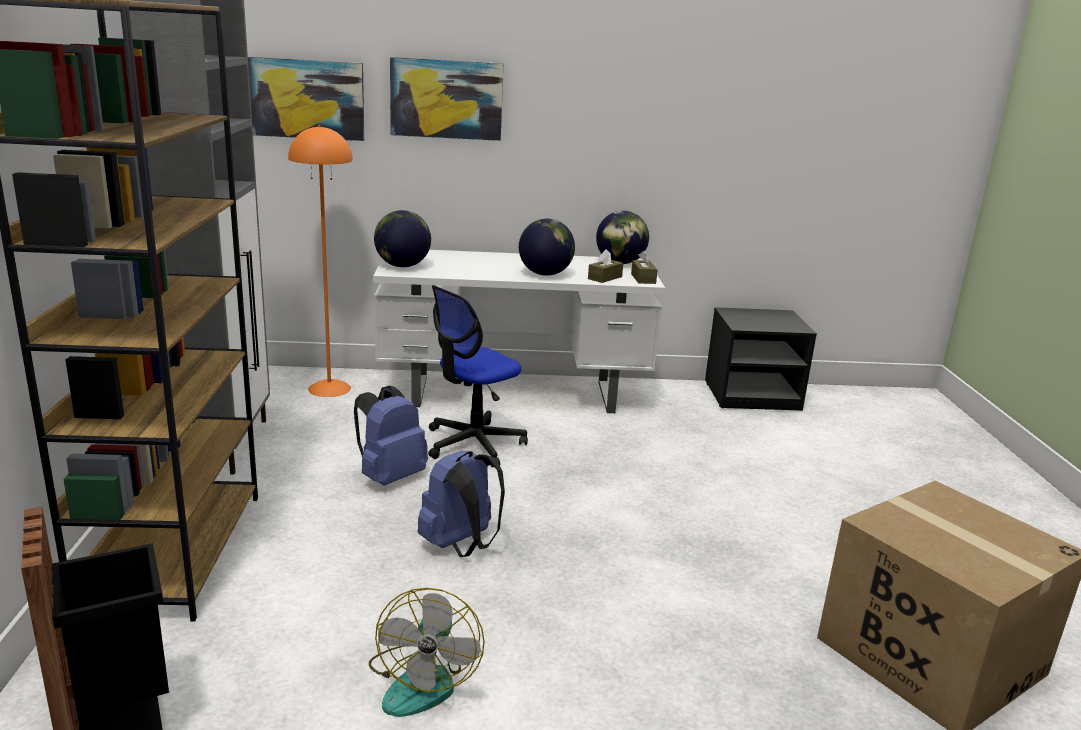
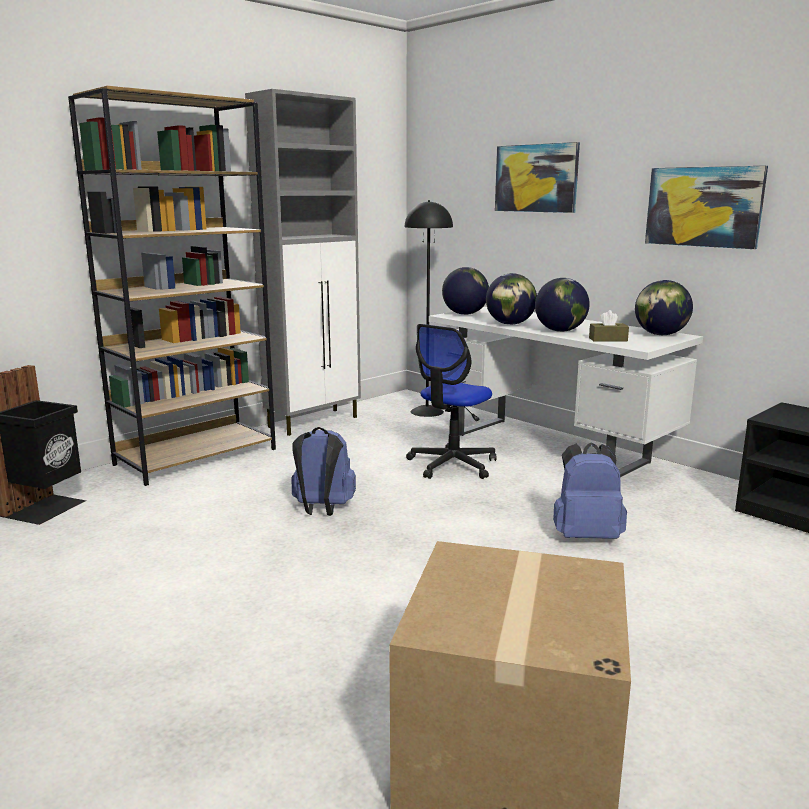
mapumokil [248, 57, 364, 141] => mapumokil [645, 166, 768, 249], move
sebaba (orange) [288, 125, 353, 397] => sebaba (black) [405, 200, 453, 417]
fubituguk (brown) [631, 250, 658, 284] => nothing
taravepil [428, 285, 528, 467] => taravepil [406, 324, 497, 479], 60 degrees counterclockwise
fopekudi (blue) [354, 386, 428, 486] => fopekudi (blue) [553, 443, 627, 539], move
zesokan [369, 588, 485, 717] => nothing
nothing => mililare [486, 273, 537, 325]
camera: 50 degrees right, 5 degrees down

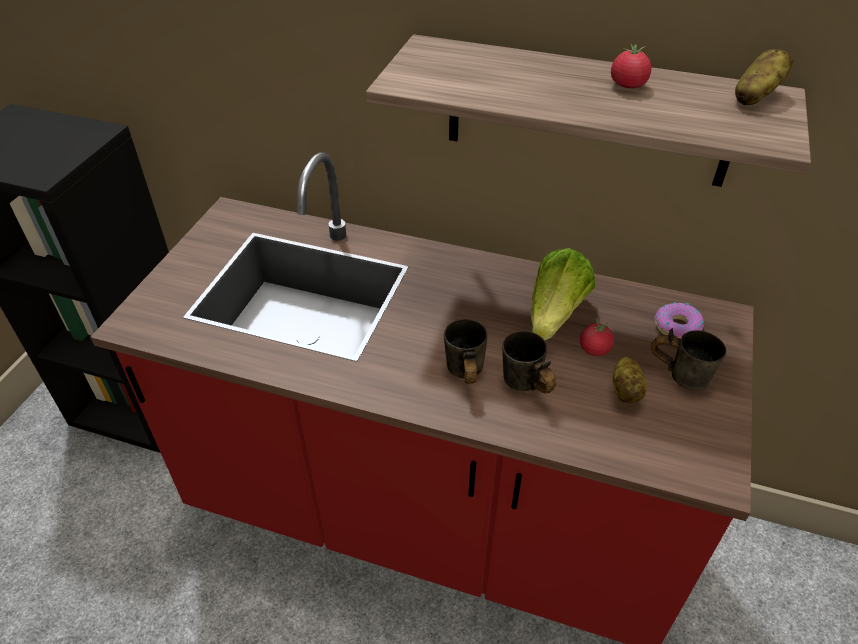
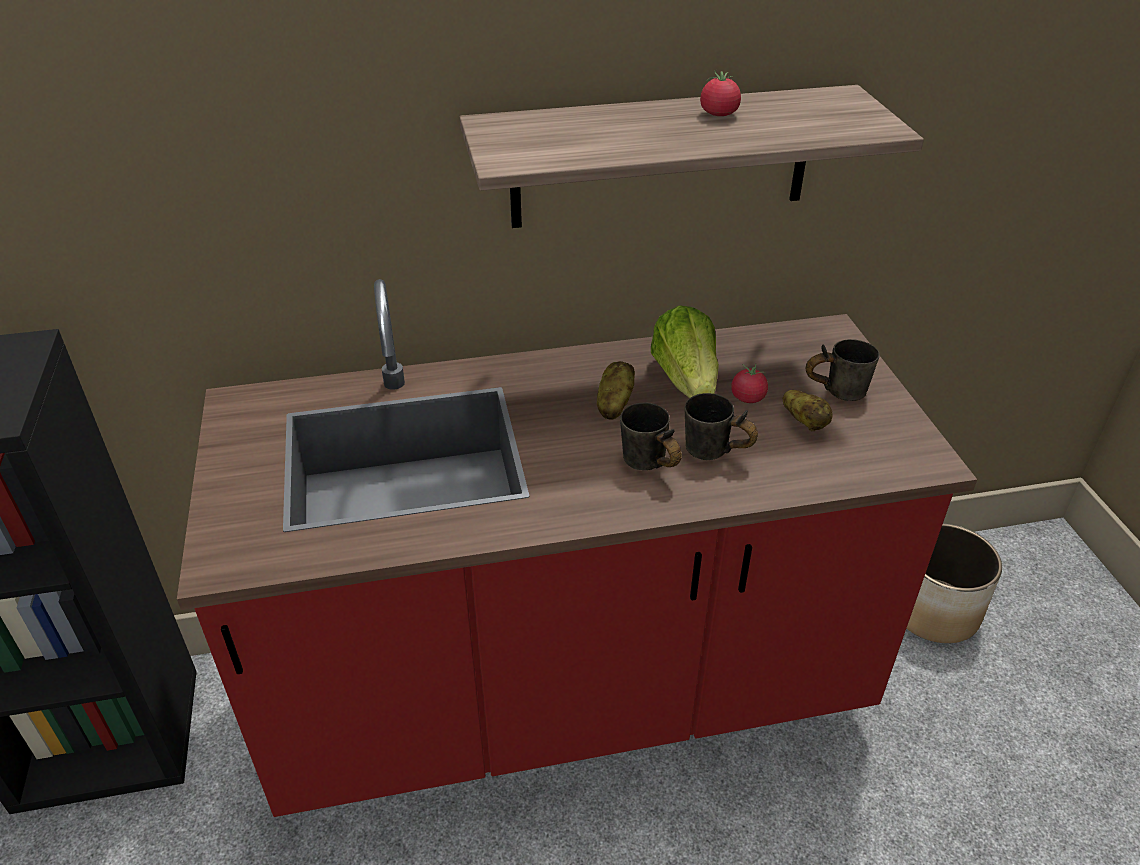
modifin [735, 49, 793, 105] => modifin [597, 361, 635, 420], move
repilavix [654, 302, 704, 339] => nothing
nothing => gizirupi [906, 524, 1002, 643]
camera: 30 degrees left, 5 degrees down

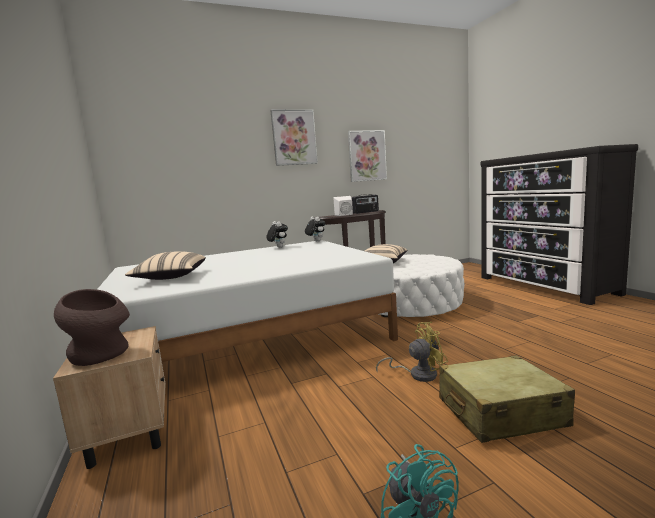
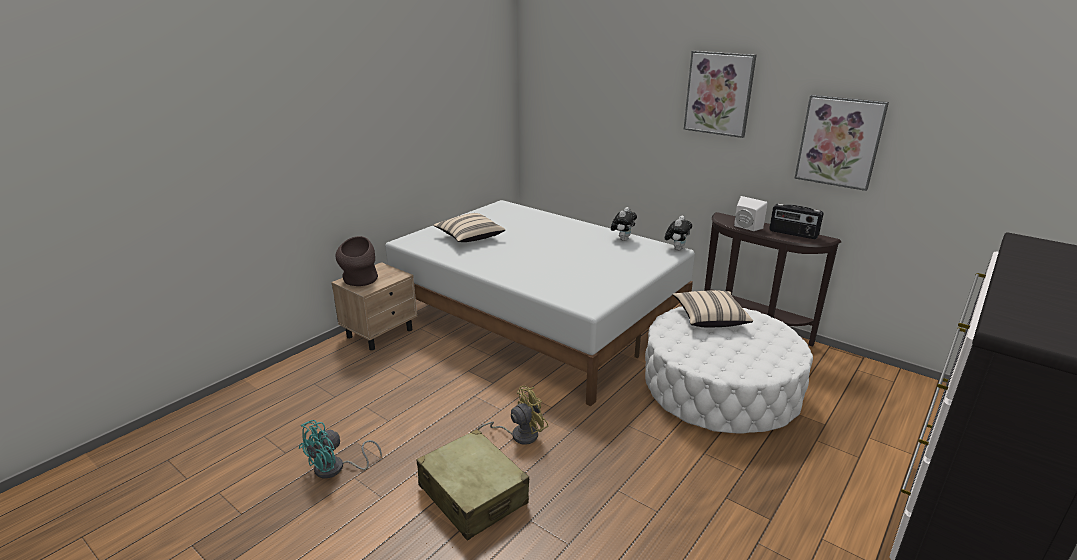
zesokan (yellow) [376, 322, 448, 382] => zesokan (yellow) [478, 386, 549, 445], 75 degrees counterclockwise
camera: 60 degrees right, 15 degrees up

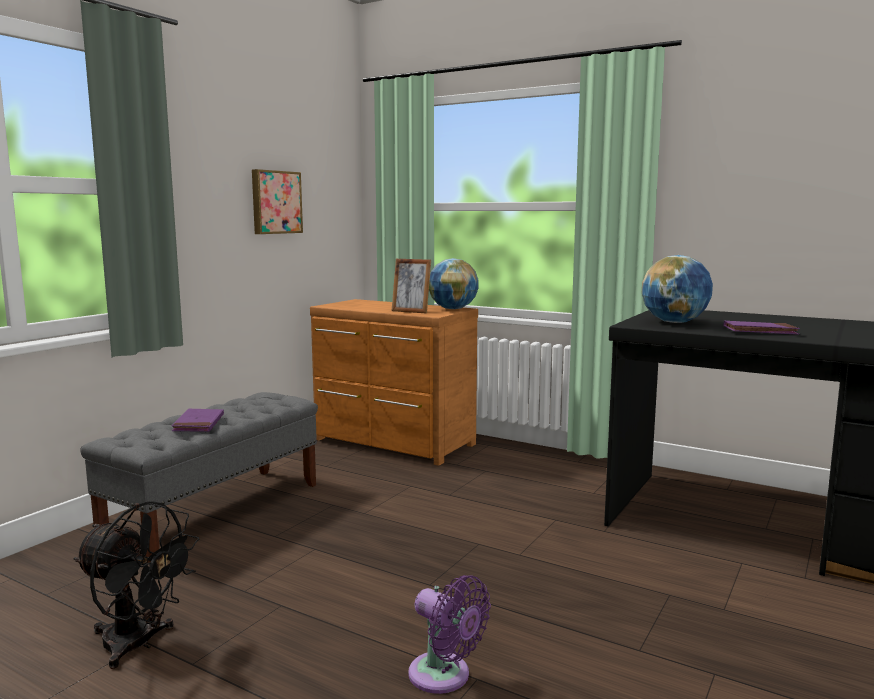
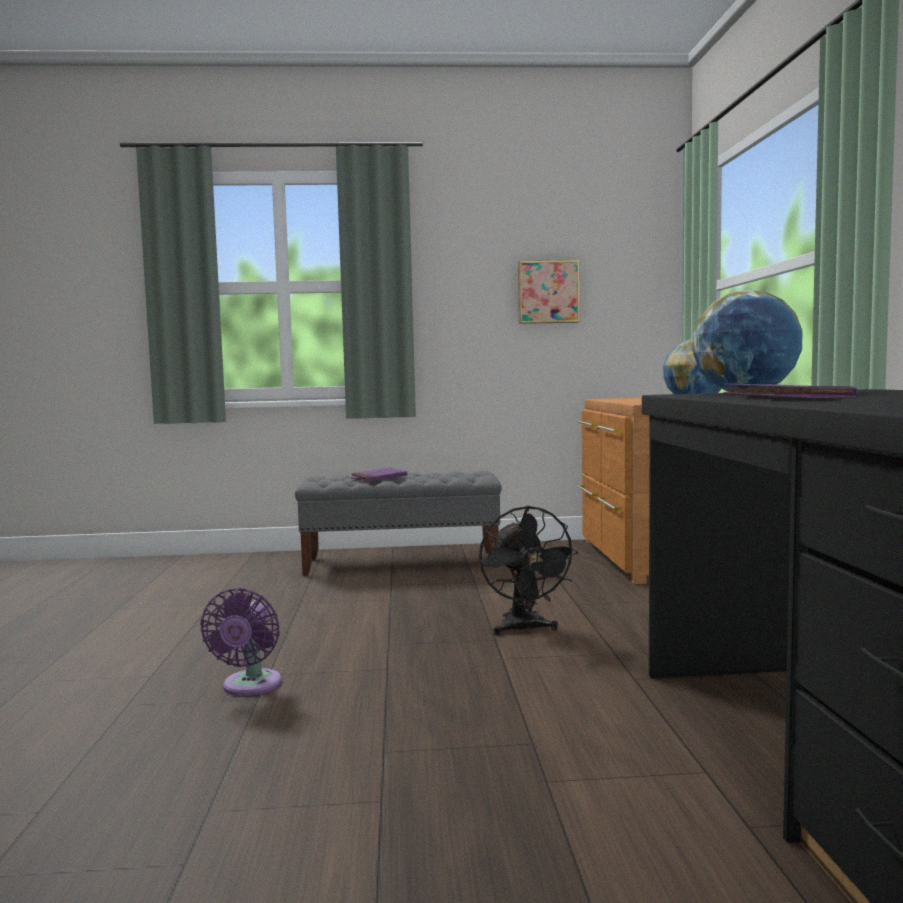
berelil [392, 259, 431, 314] => nothing
zesokan (black) [74, 501, 199, 669] => zesokan (black) [479, 506, 579, 635], move
camera: 55 degrees right, 5 degrees down

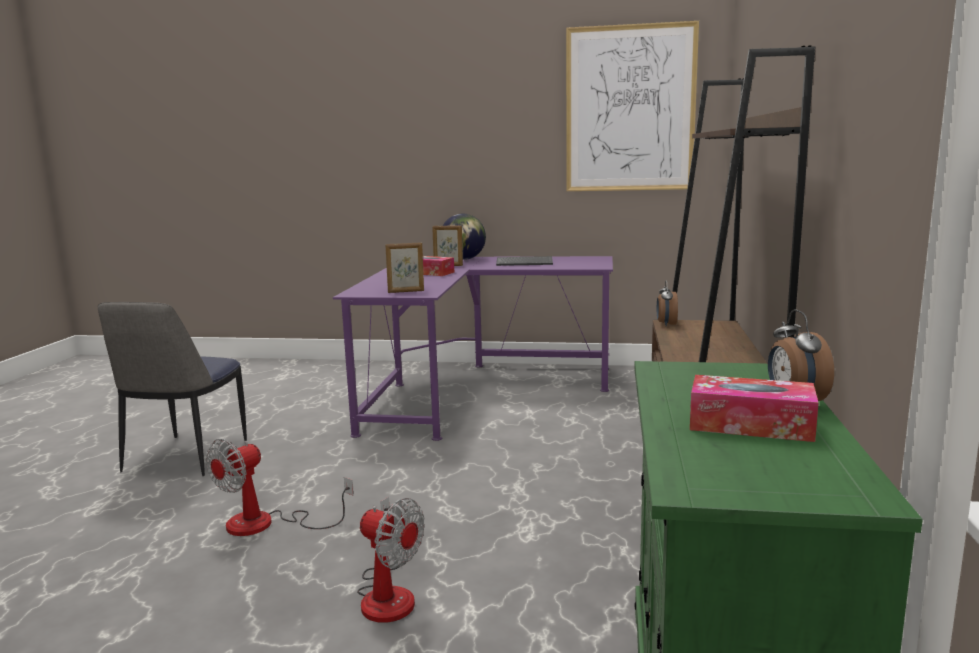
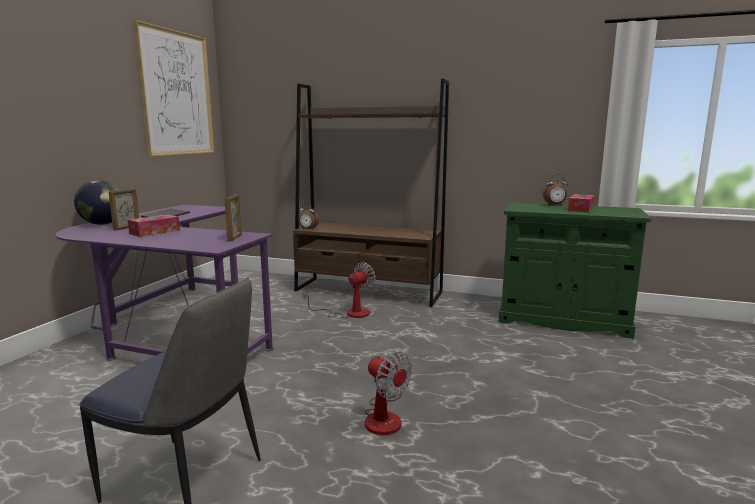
zesokan [357, 497, 425, 623] => zesokan [303, 262, 376, 318], move
camera: 80 degrees left, 0 degrees up

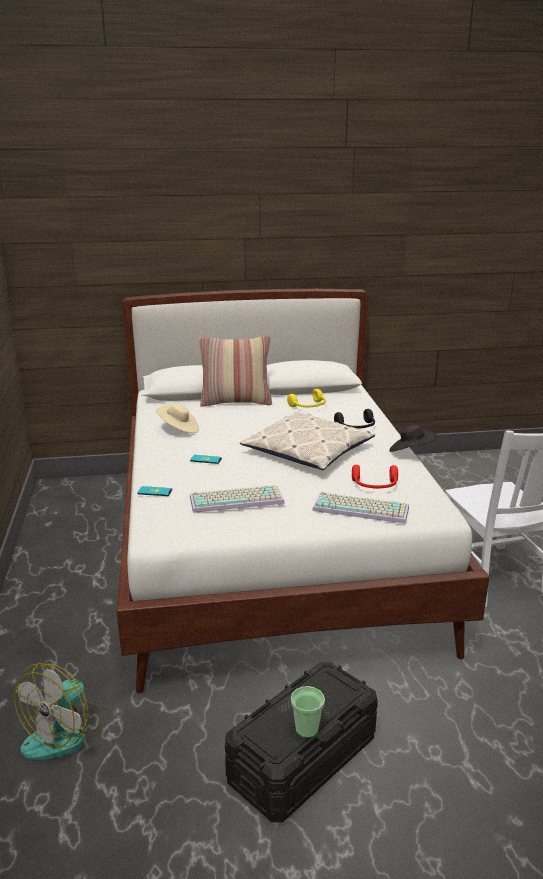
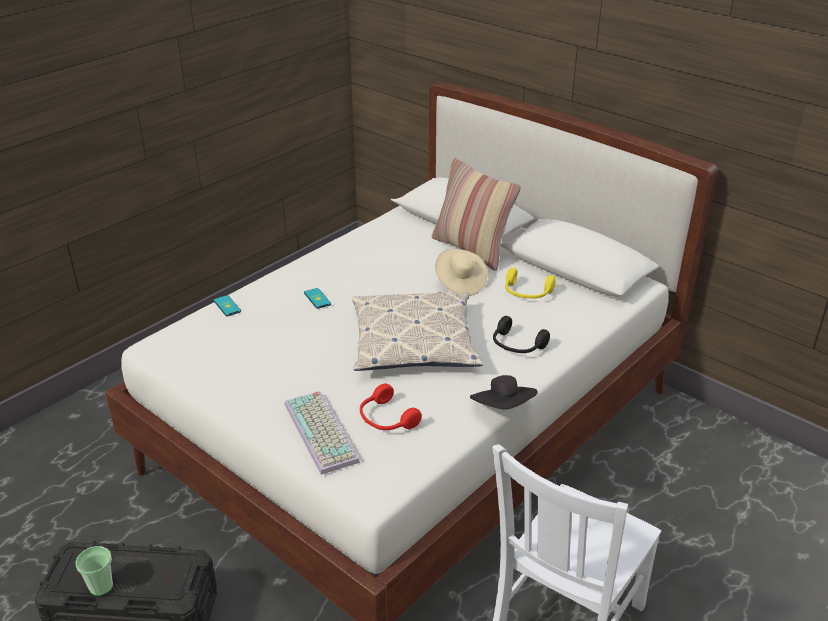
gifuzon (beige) [156, 403, 199, 433] => gifuzon (beige) [435, 249, 488, 296], move
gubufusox [190, 485, 285, 513] => nothing
zesokan [14, 663, 104, 760] => nothing
camera: 50 degrees right, 10 degrees up

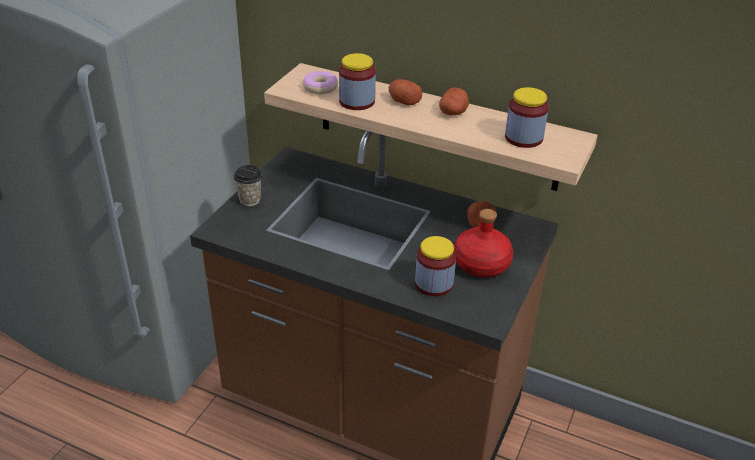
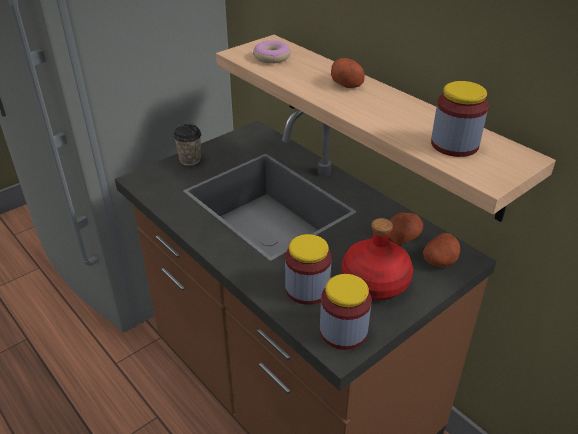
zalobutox [339, 53, 376, 110] => zalobutox [320, 274, 371, 350], move
modifin [439, 87, 469, 116] => modifin [423, 233, 460, 267], move
camera: 25 degrees right, 0 degrees up

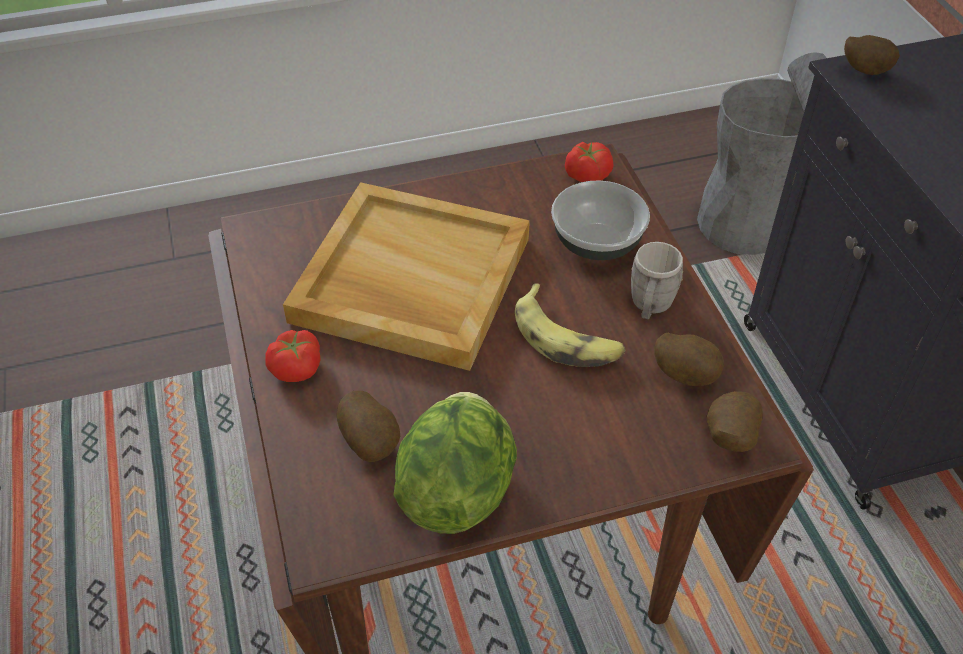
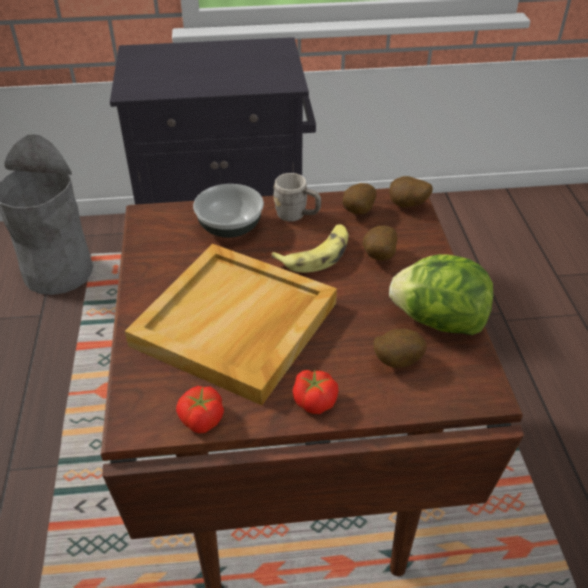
modifin [844, 35, 900, 75] => modifin [362, 225, 397, 261], move
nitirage [565, 142, 614, 182] => nitirage [176, 386, 224, 433], move
camera: 80 degrees left, 5 degrees down

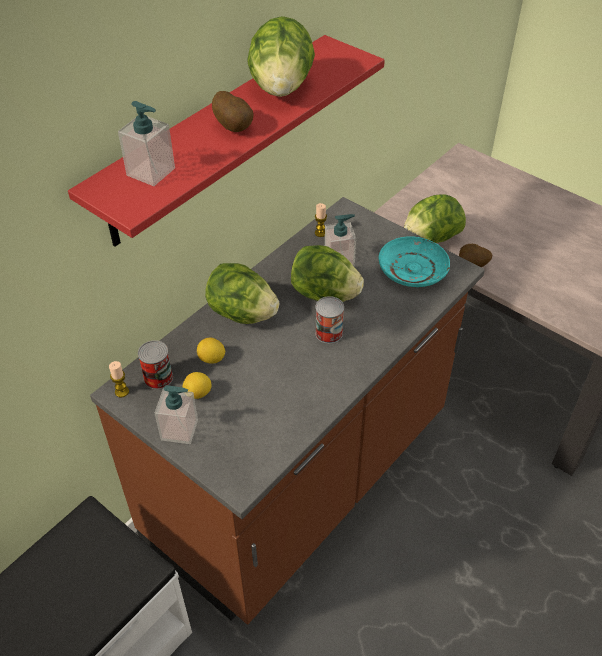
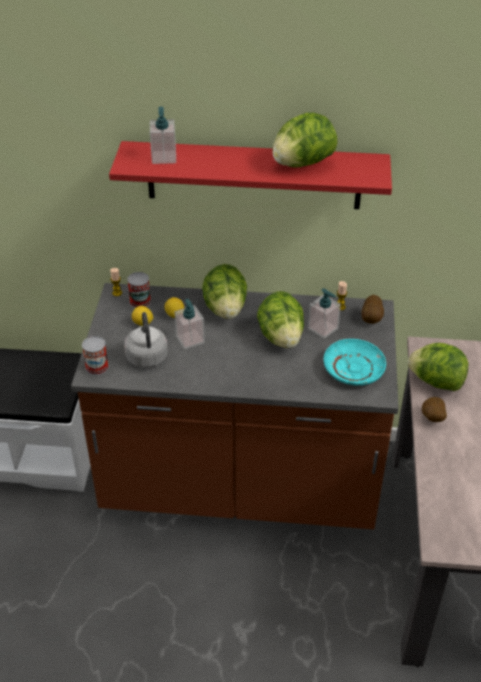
modifin [212, 91, 253, 132] => modifin [362, 295, 384, 324], move
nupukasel [315, 296, 344, 344] => nupukasel [82, 336, 109, 375], move
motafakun [155, 385, 198, 444] => motafakun [174, 299, 205, 349], move
nothing => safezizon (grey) [124, 312, 168, 368]
camera: 55 degrees right, 5 degrees down

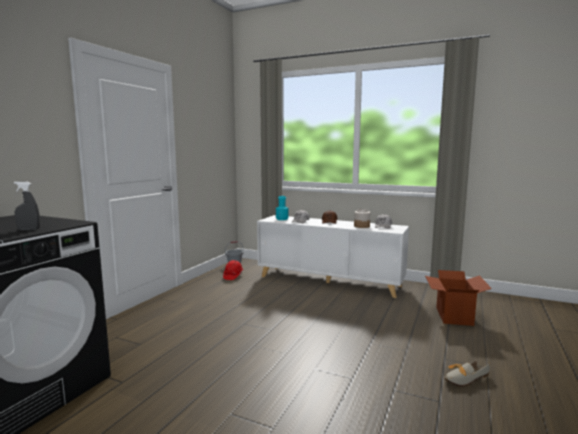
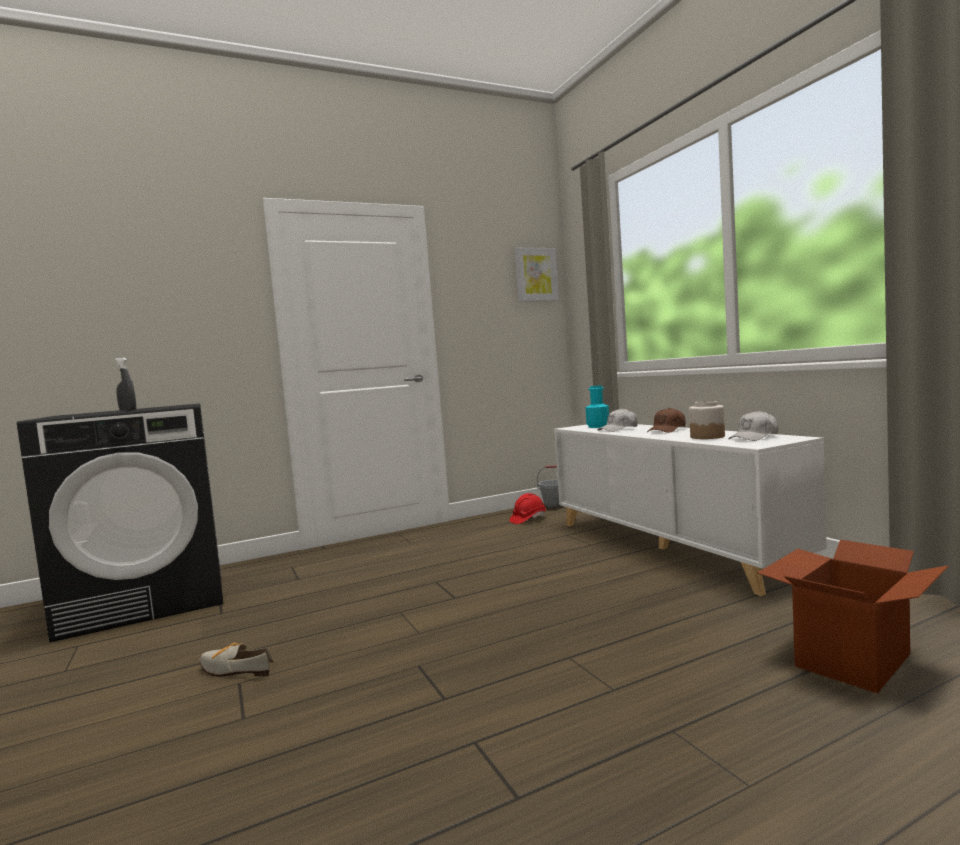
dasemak [445, 361, 490, 387] => dasemak [199, 643, 273, 677], move
nothing => mapumokil [514, 247, 559, 302]
camera: 40 degrees right, 5 degrees down

